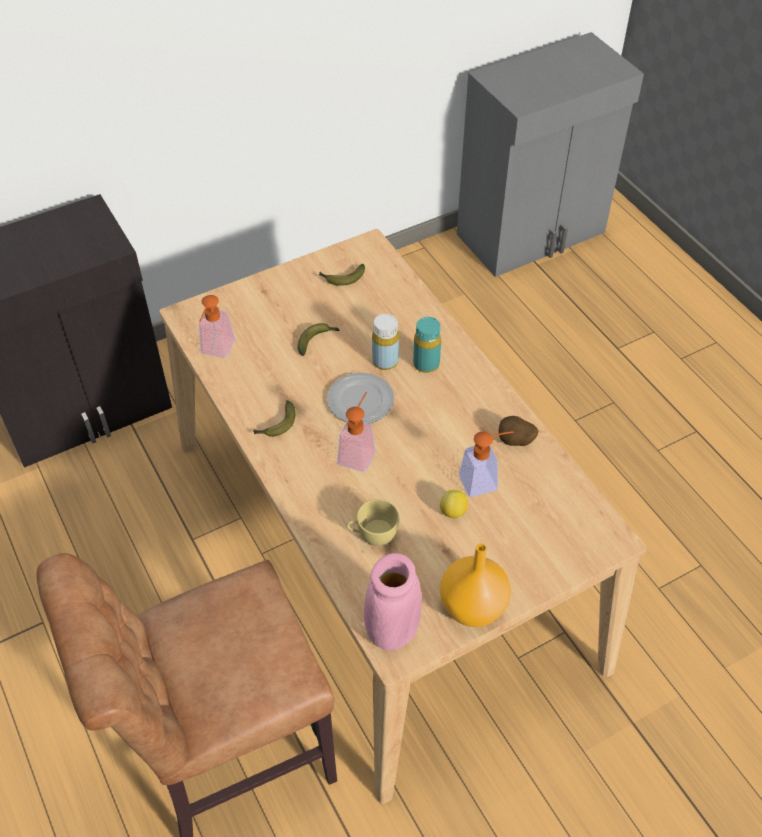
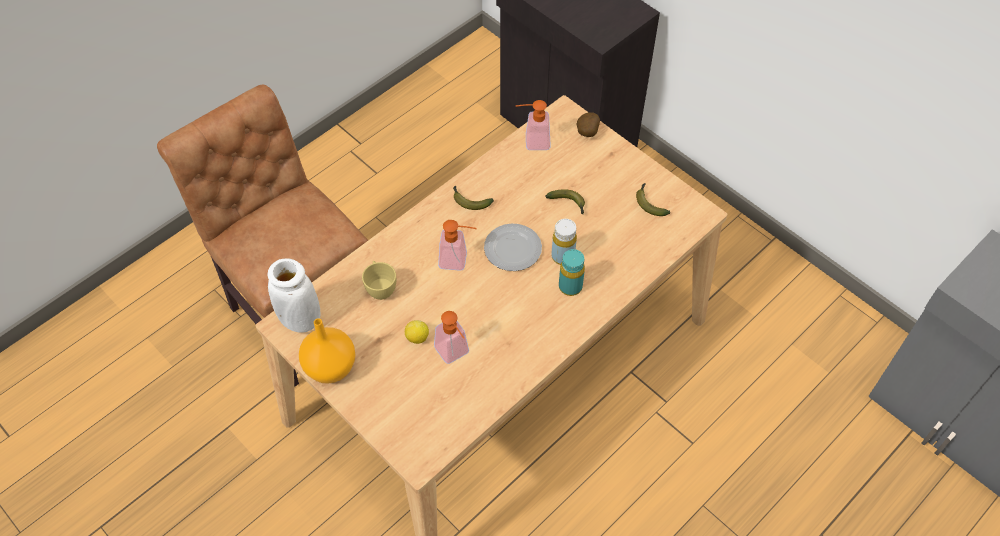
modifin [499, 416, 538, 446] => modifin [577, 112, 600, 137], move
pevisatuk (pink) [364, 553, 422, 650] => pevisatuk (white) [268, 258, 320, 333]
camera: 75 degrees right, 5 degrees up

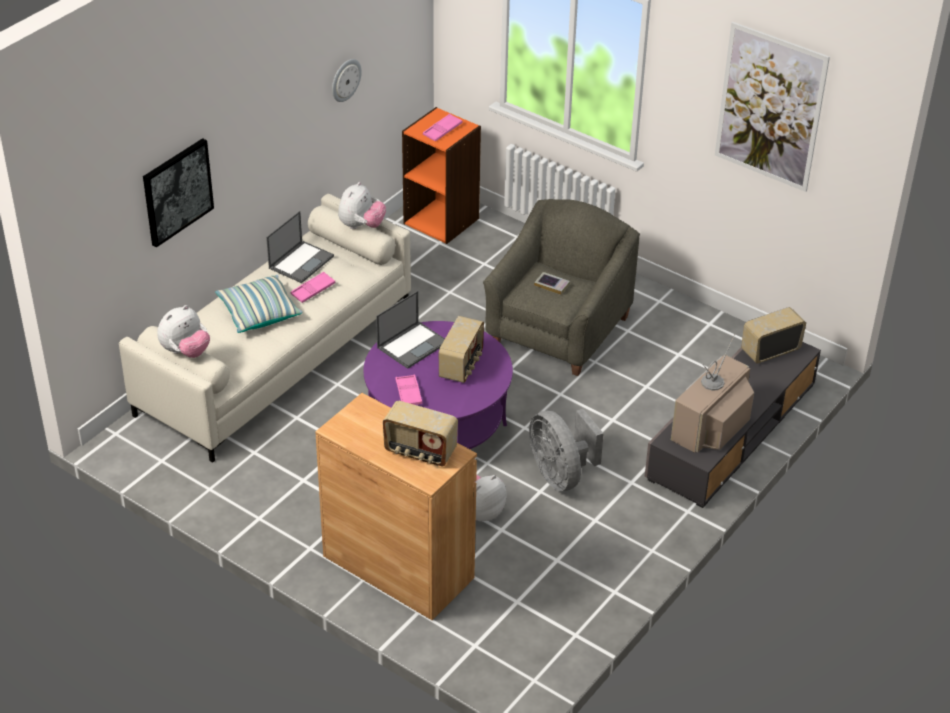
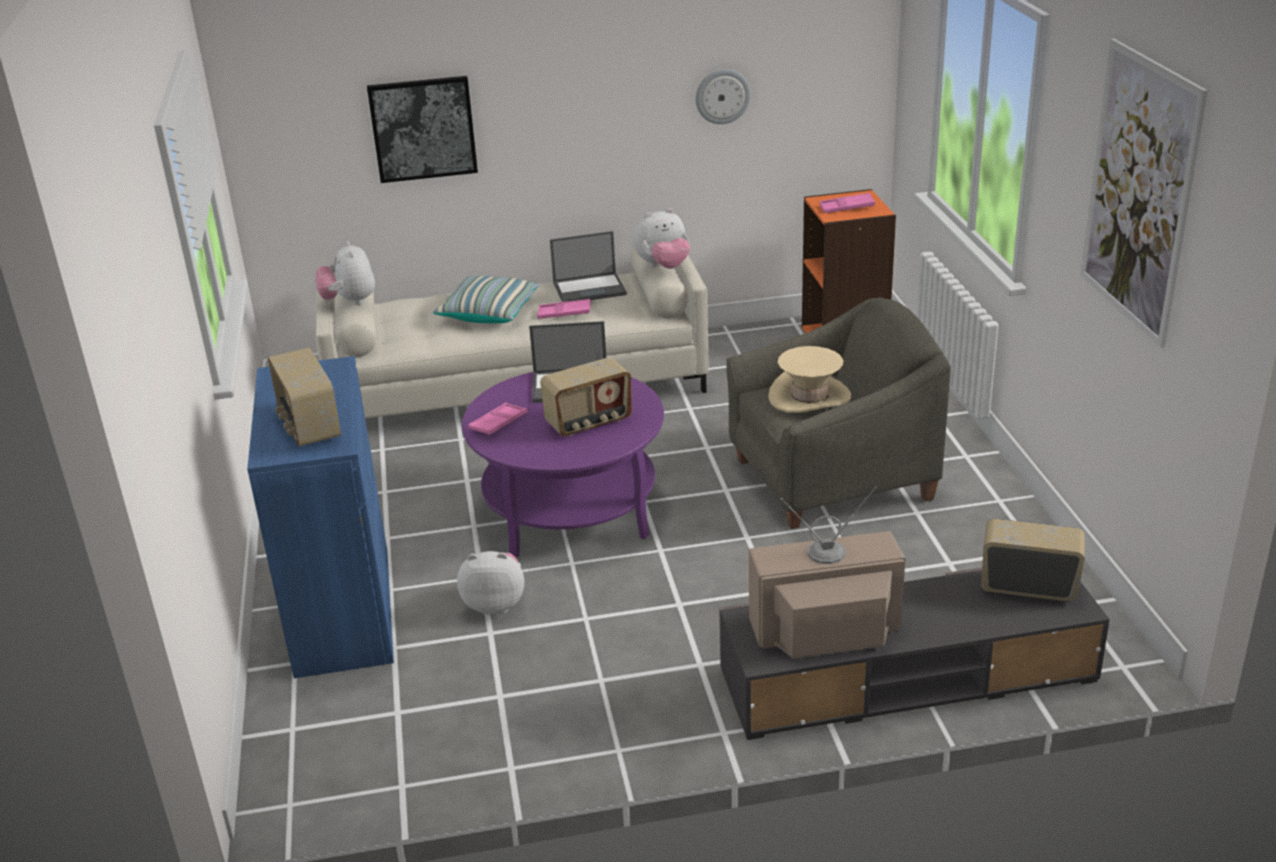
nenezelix [534, 272, 570, 295] => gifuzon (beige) [768, 346, 851, 413]
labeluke [157, 305, 210, 358] => labeluke [315, 241, 375, 305], 75 degrees clockwise
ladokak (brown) [315, 393, 477, 620] => ladokak (blue) [247, 356, 394, 678]
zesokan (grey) [529, 409, 604, 491] => nothing
camera: 45 degrees right, 10 degrees down

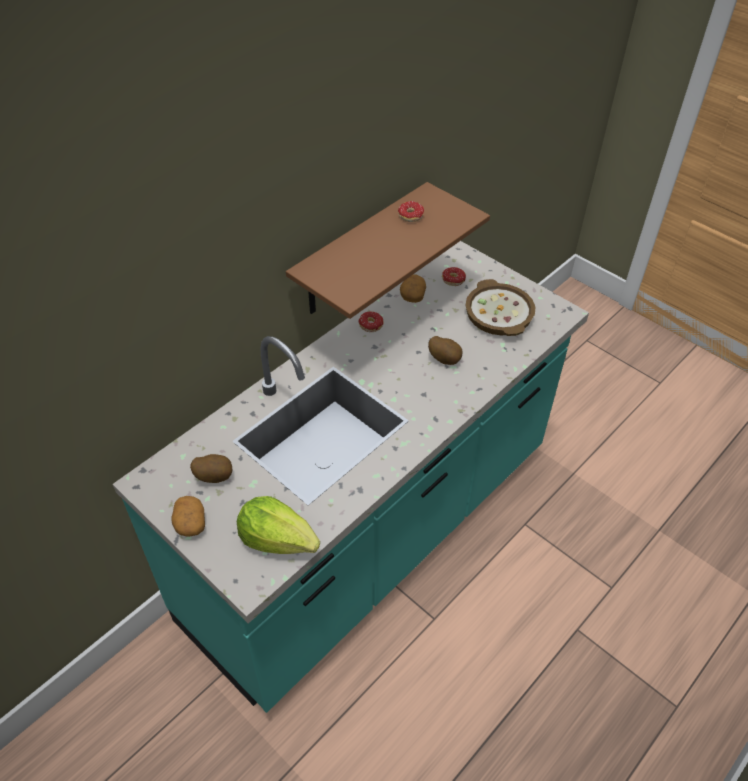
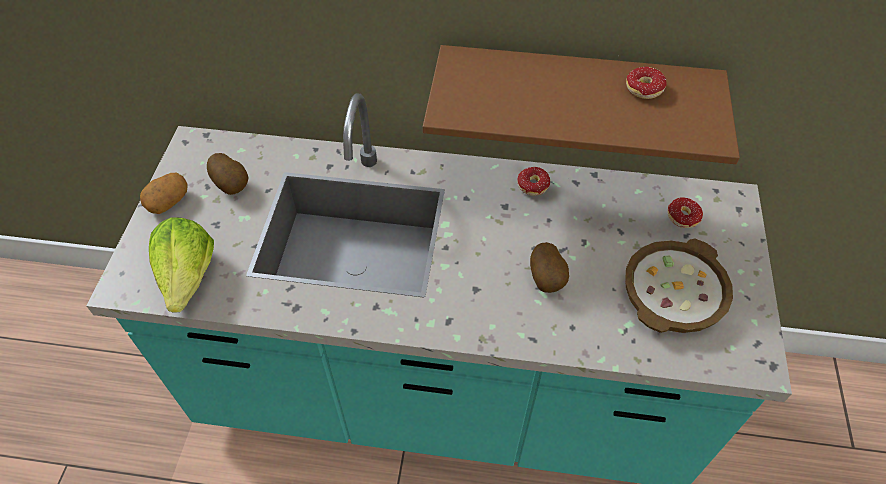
modifin [400, 274, 426, 303] => nothing
camera: 55 degrees right, 5 degrees up

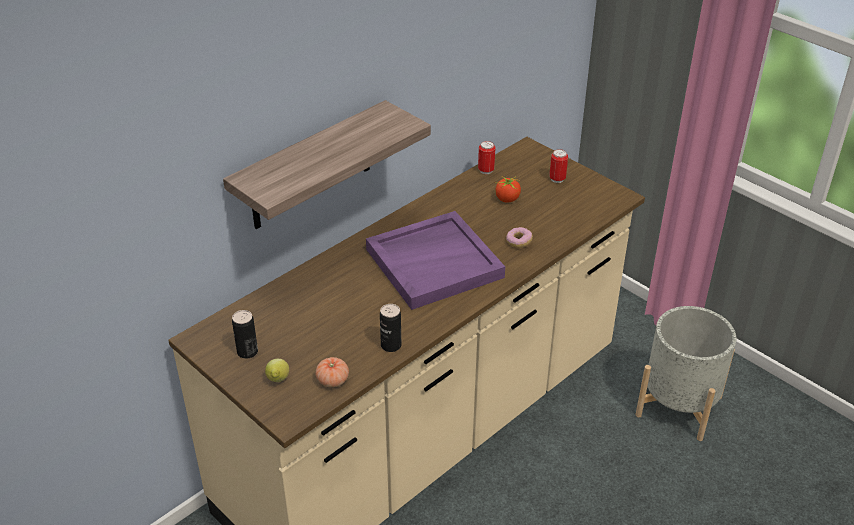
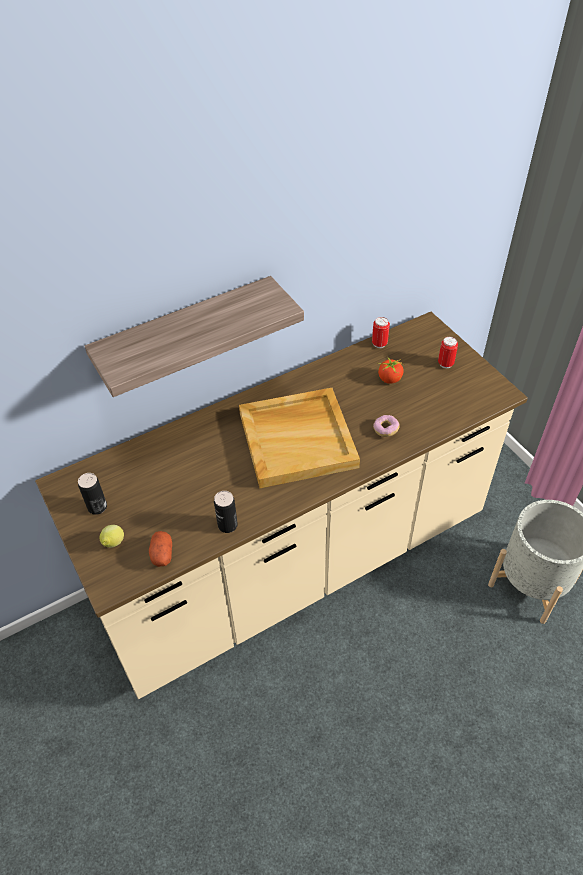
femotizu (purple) [366, 211, 505, 310] => femotizu (beige) [239, 388, 360, 488]
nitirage [315, 357, 349, 387] => modifin [149, 531, 172, 567]
camera: 15 degrees right, 10 degrees up

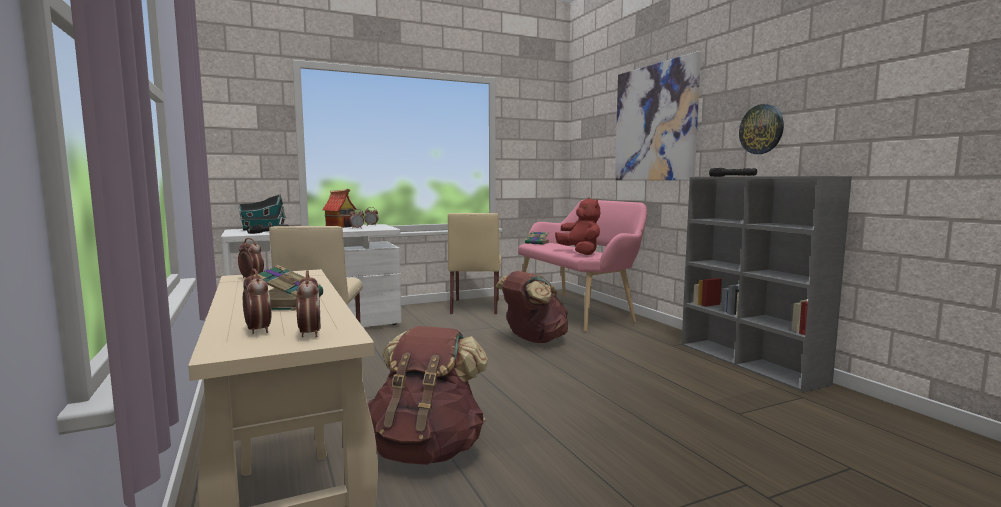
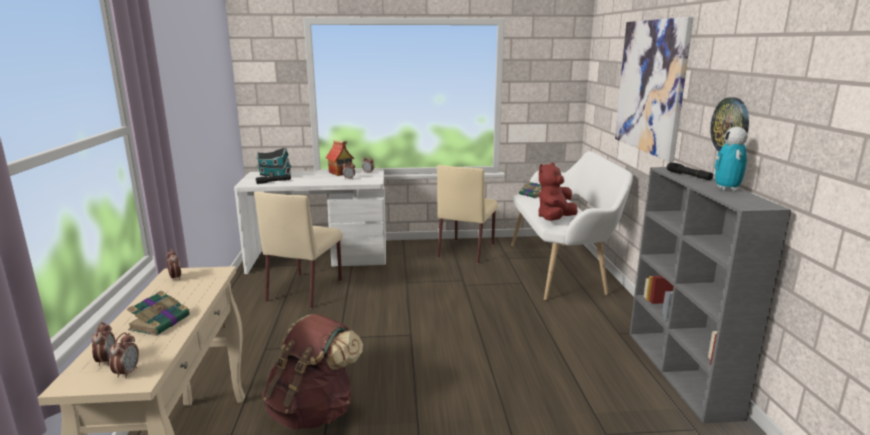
labeluke (red) [555, 197, 600, 255] => labeluke (red) [538, 163, 578, 221], 135 degrees counterclockwise
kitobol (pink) [518, 200, 647, 332] => kitobol (white) [511, 151, 633, 301]
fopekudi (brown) [496, 271, 568, 343] => nothing
nothing => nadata [714, 127, 748, 191]
camera: 20 degrees right, 10 degrees up

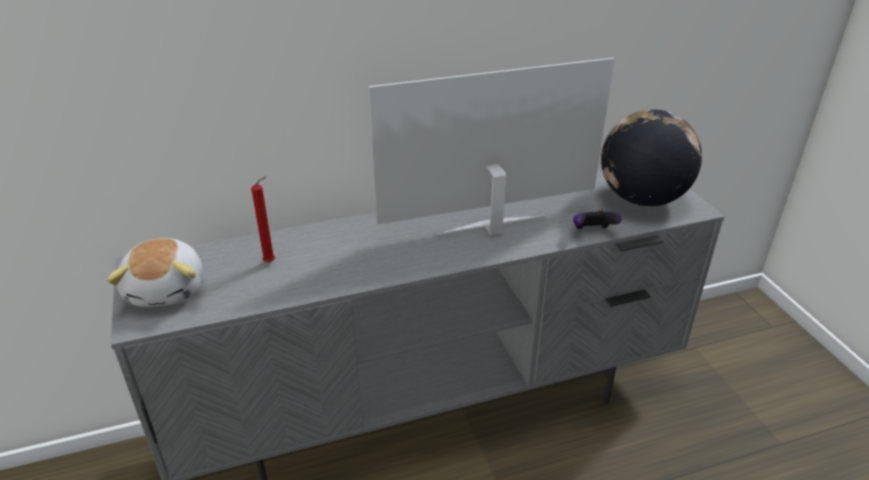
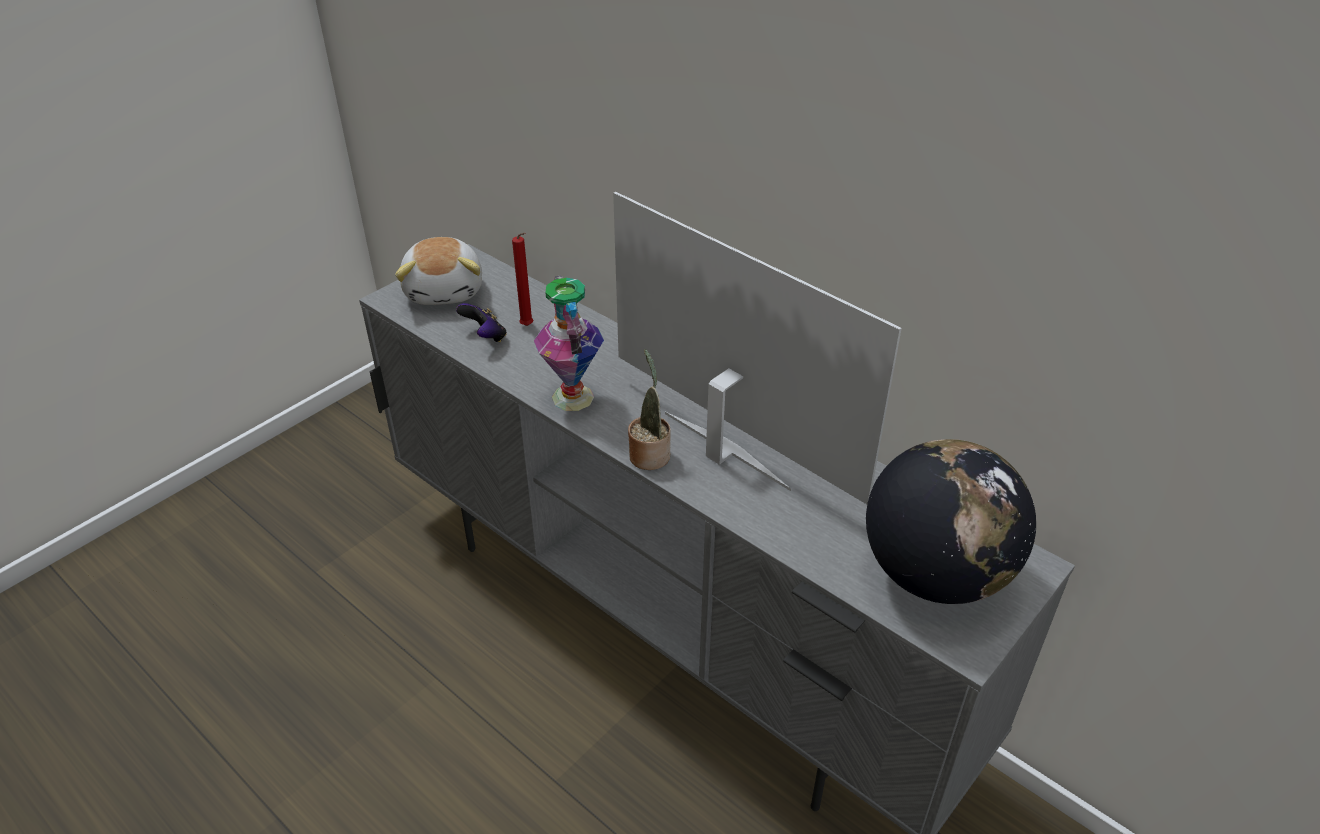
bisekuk [573, 209, 621, 229] => bisekuk [456, 303, 507, 342], move
labeluke [107, 238, 203, 307] => labeluke [395, 237, 482, 305], 60 degrees counterclockwise
nothing => pevisatuk [534, 276, 604, 411]
nothing => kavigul [628, 349, 671, 470]
camera: 60 degrees right, 5 degrees up

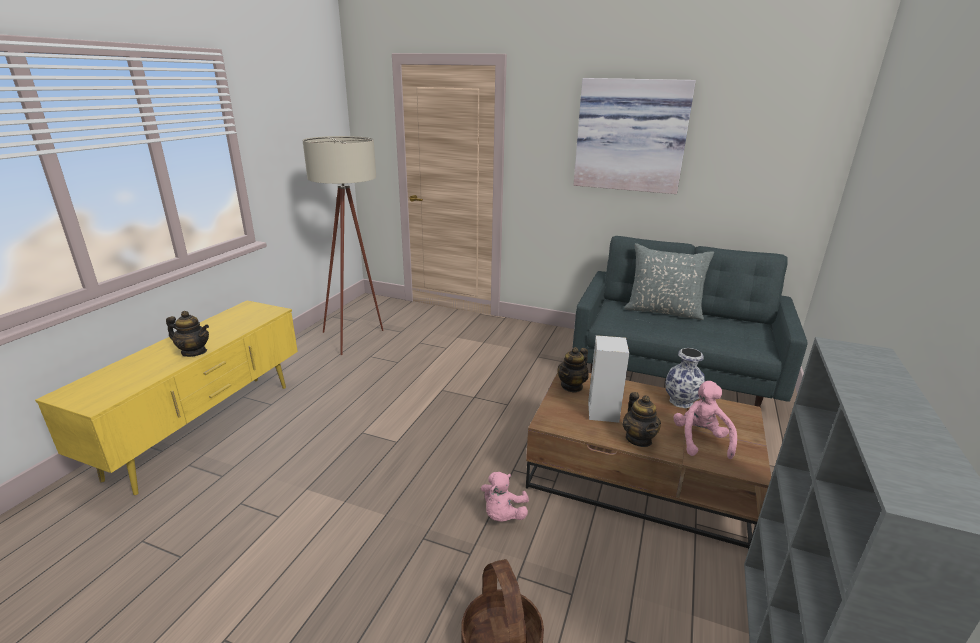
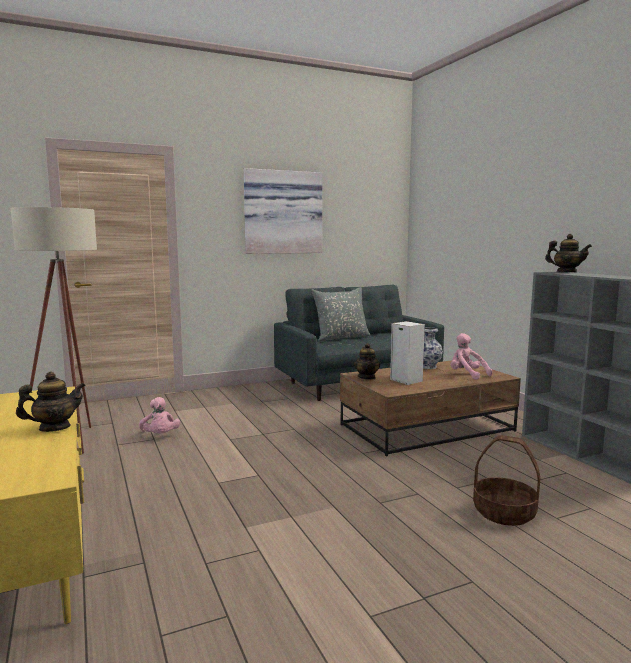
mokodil [622, 392, 661, 447] => mokodil [545, 234, 592, 272], move
labeluke (pink) [481, 472, 529, 522] => labeluke (pink) [139, 397, 180, 434], move
camera: 45 degrees left, 15 degrees down

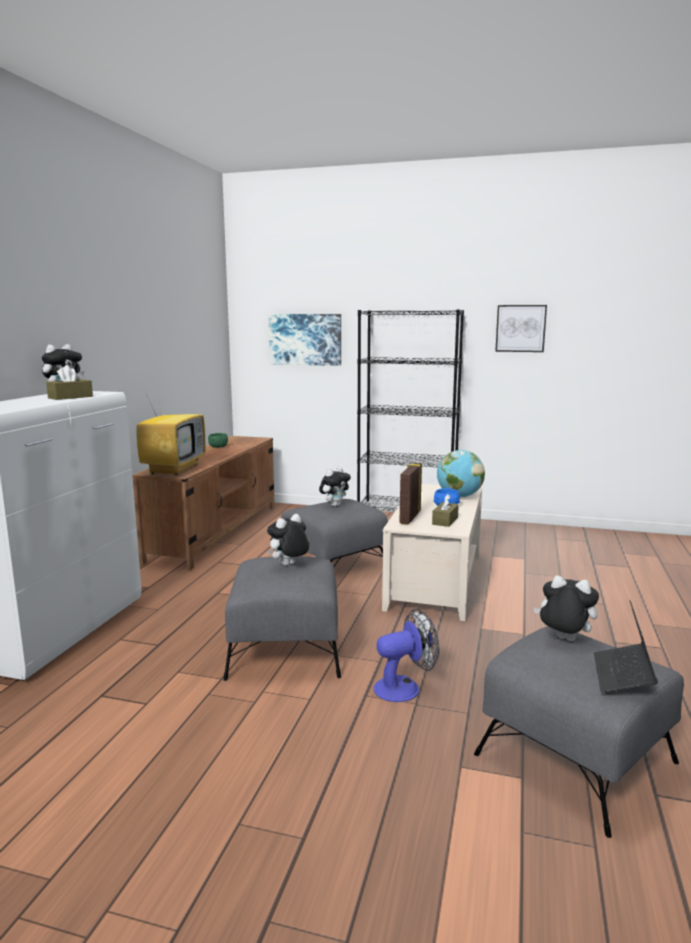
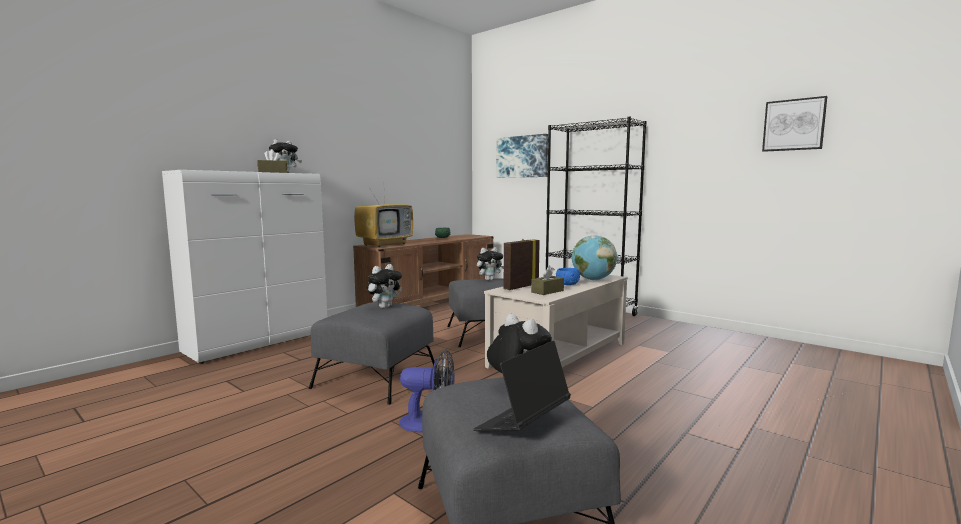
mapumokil [495, 305, 547, 352] => mapumokil [762, 96, 827, 152], move
labeluke [267, 514, 309, 566] => labeluke [367, 264, 402, 308], 150 degrees clockwise
camera: 25 degrees right, 5 degrees down

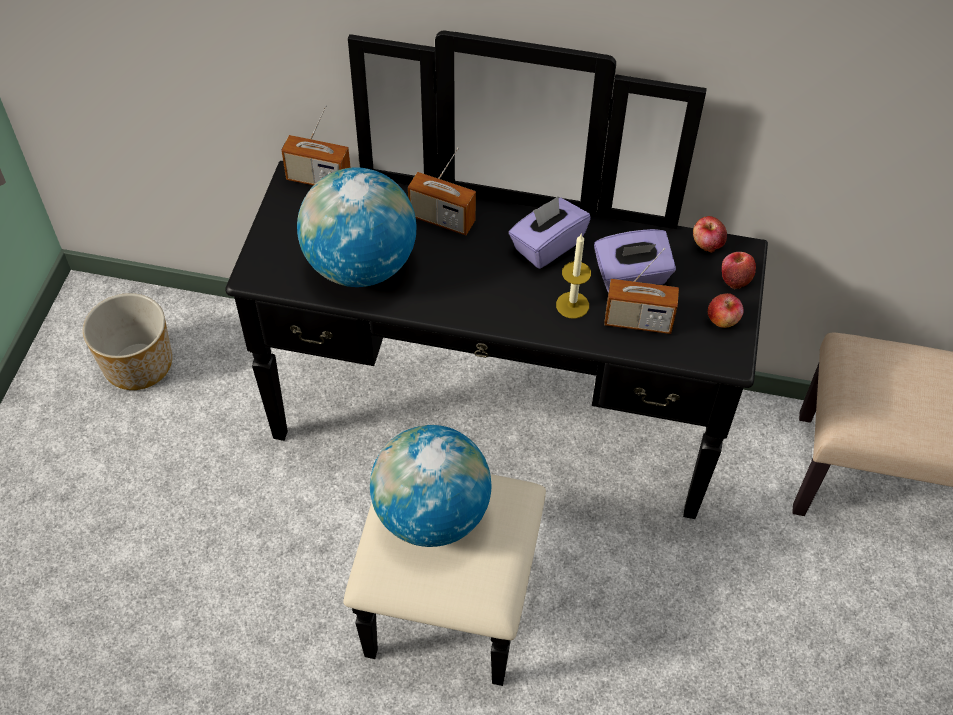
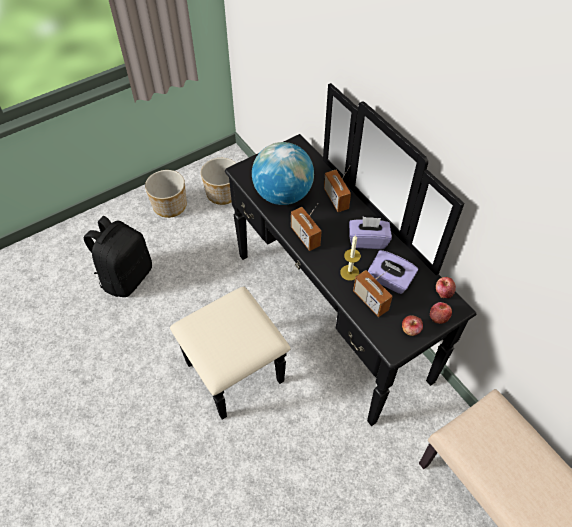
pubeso [281, 105, 351, 185] => pubeso [291, 203, 322, 251], move
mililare [370, 425, 491, 547] => nothing
nothing => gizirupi [145, 170, 187, 218]
nothing => fopekudi (black) [84, 216, 152, 297]
camera: 45 degrees right, 0 degrees up

